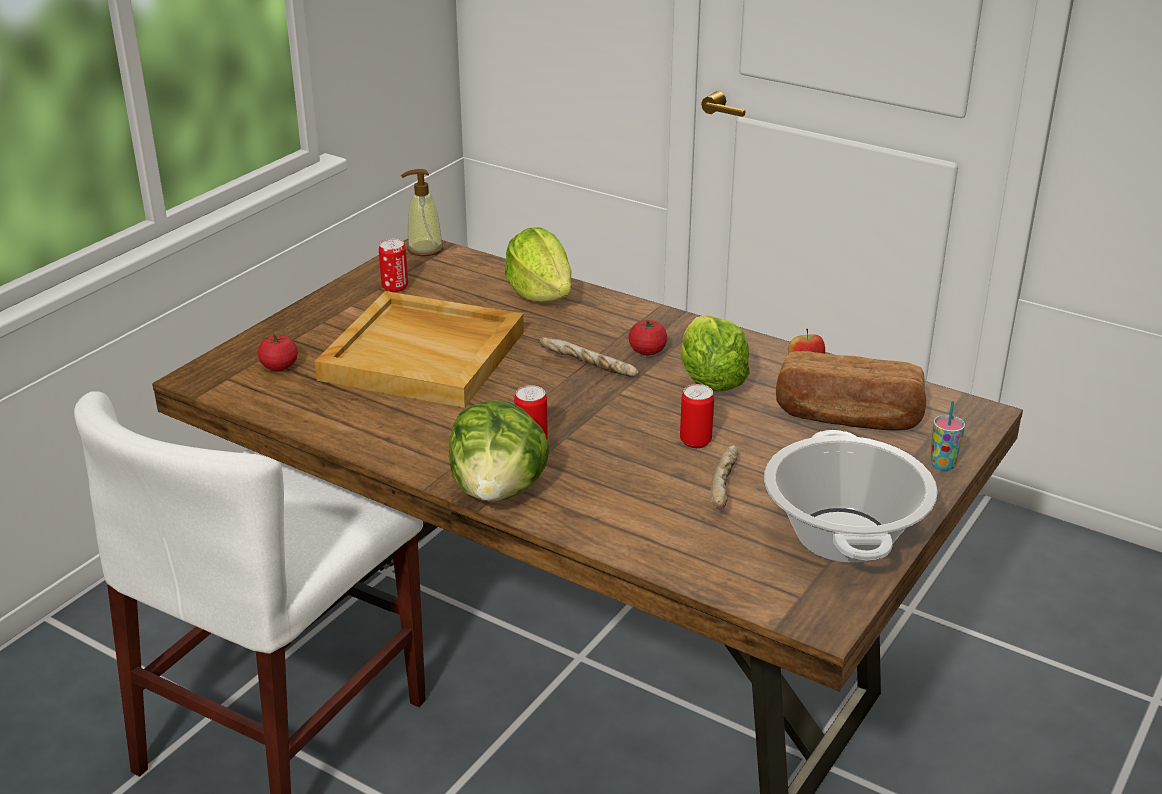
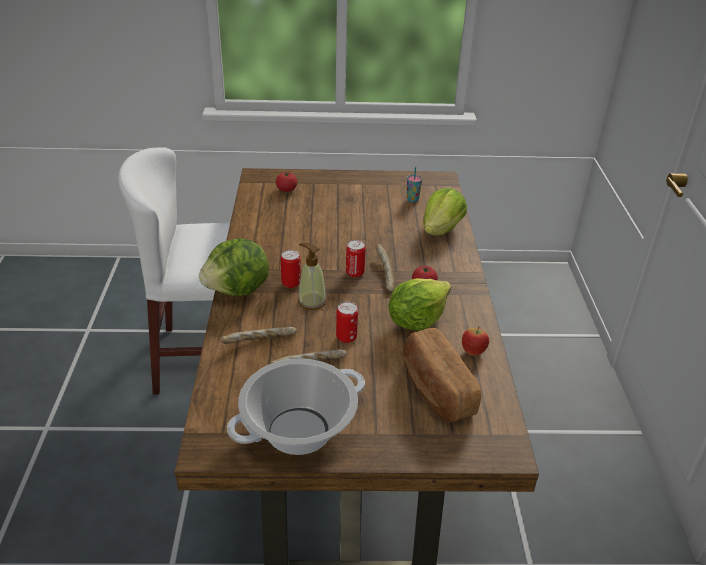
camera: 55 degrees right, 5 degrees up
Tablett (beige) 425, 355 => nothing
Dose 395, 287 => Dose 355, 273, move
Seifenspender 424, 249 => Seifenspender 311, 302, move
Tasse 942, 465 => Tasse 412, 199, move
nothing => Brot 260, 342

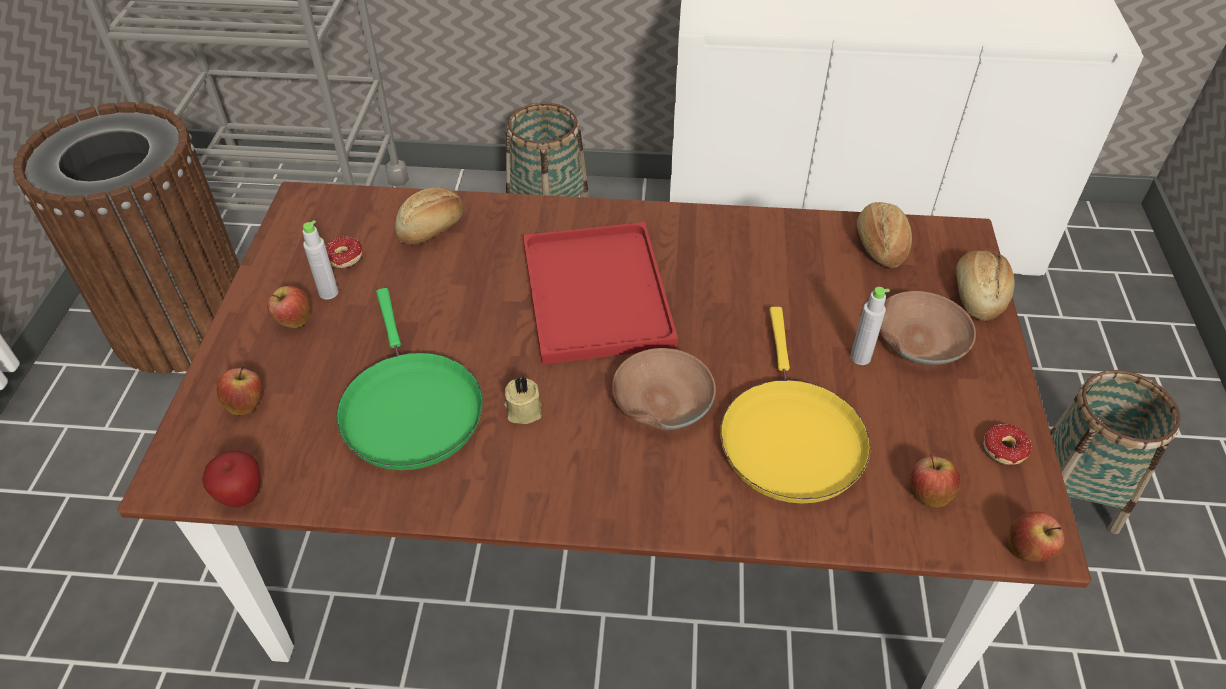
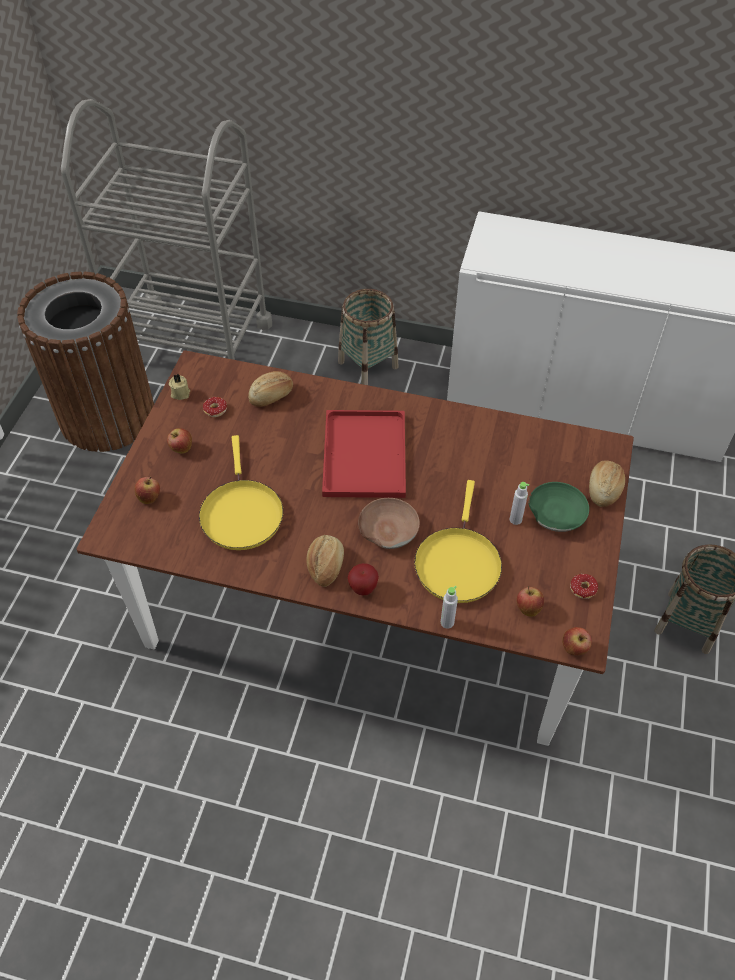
camera: 10 degrees right, 5 degrees up
Apfel 242, 496 => Apfel 363, 588, move
Flasche (grau) 328, 293 => Flasche (grau) 447, 622, move
Pfanne (grün) 409, 408 => Pfanne (gelb) 241, 513
Kerze (beige) 523, 410 => Kerze (beige) 180, 393, move
Brot 879, 246 => Brot 325, 565, move
Schüssel (braun) 919, 339 => Schüssel (grün) 556, 512

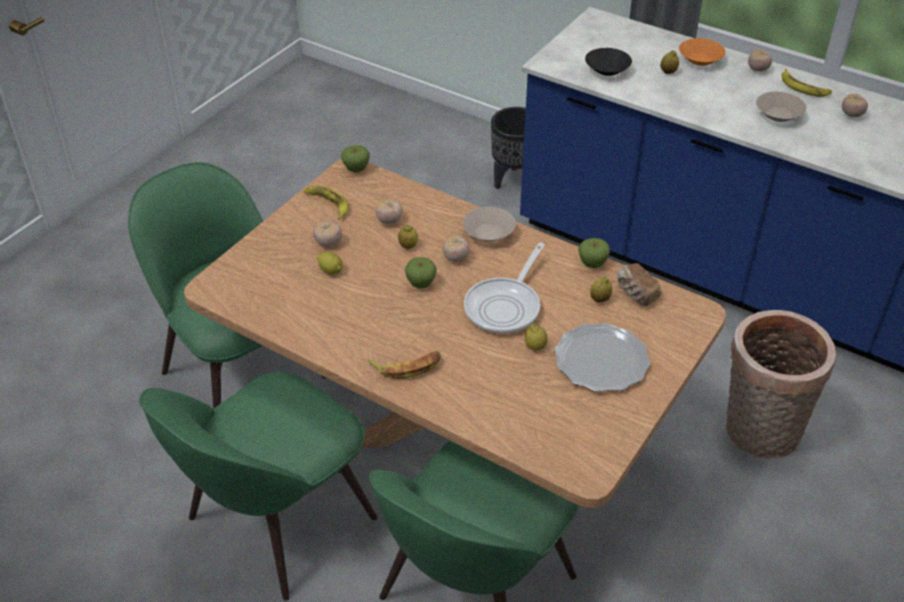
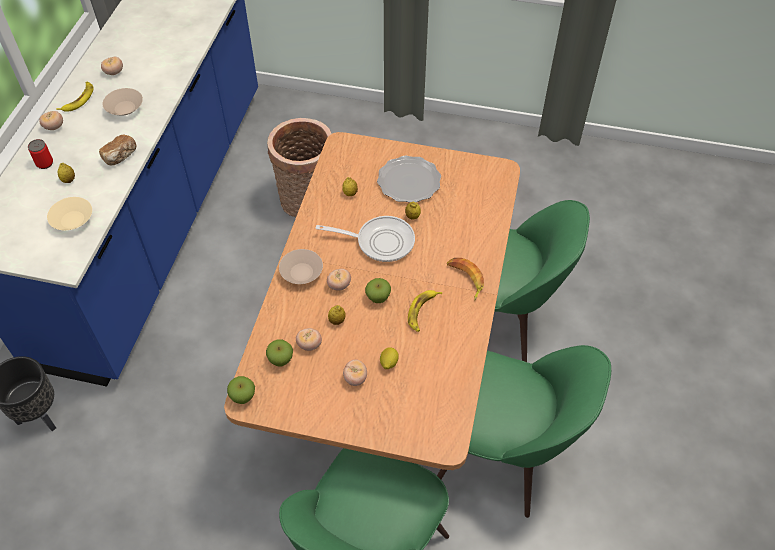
camera: 110 degrees left, 10 degrees up
Banane 328, 204 => Banane 422, 312, move
Apfel 592, 264 => Apfel 281, 360, move
Schüssel (schwarz) 607, 70 => Schüssel (beige) 72, 220
Brot 635, 293 => Brot 121, 156, move
Schüssel (orange) 699, 60 => Dose 44, 163

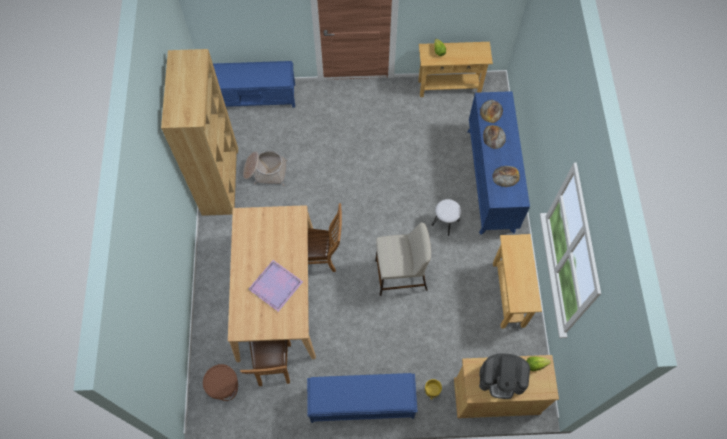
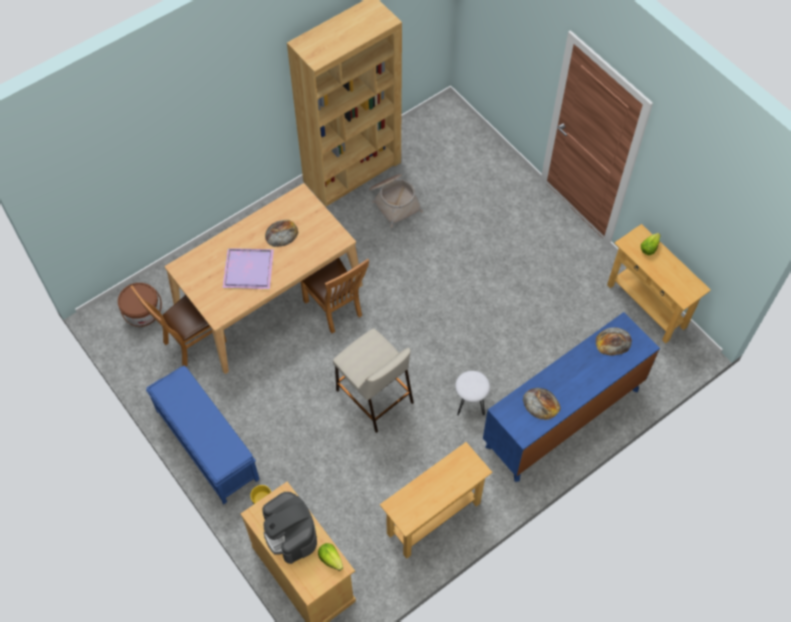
camera: 55 degrees right, 5 degrees down
Bank (blau) 253, 96 => nothing
Brot 494, 137 => Brot 281, 233, move

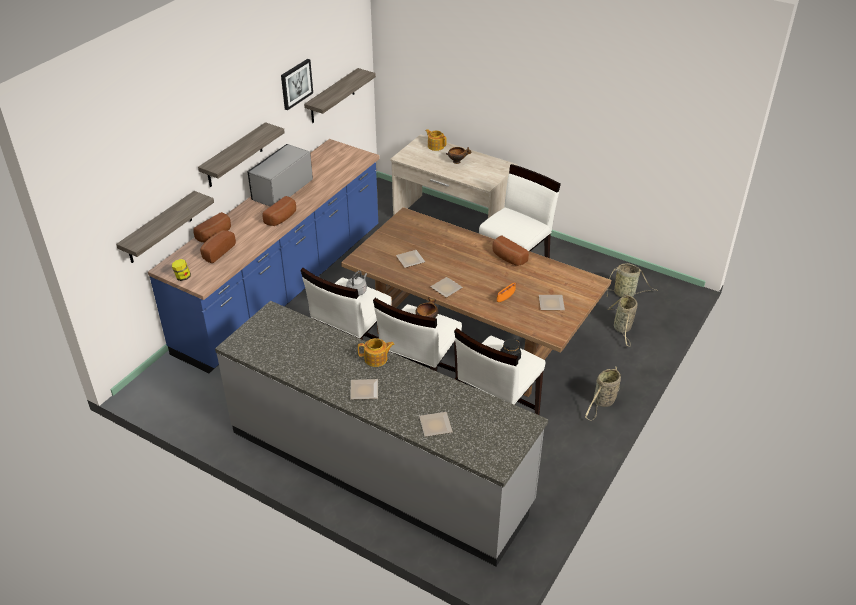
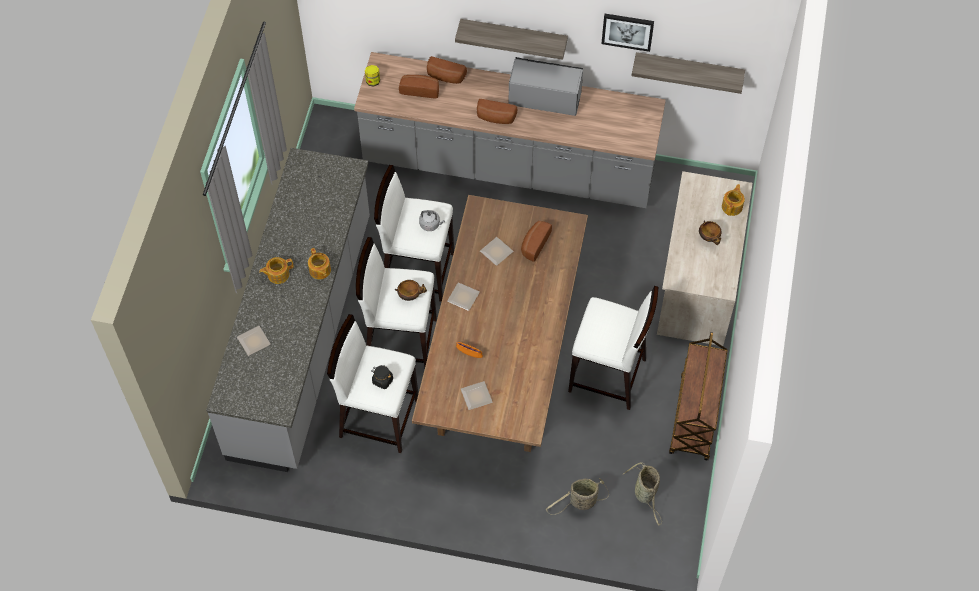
camera: 70 degrees right, 20 degrees up
Wandregal 159, 228 => nothing
Küchenzeile (blau) 283, 289 => Küchenzeile (grau) 509, 167
Teller 363, 390 => Teekanne 277, 274
Brot 507, 258 => Brot 534, 244, move
Korb 603, 402 => nothing
nothing => Rollwagen (braun) 694, 418

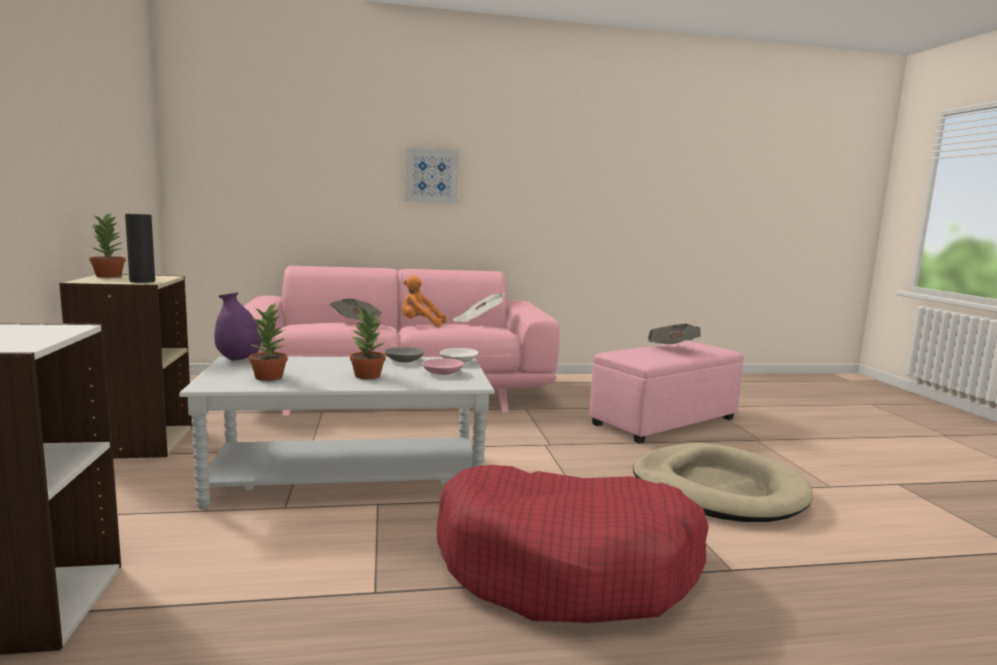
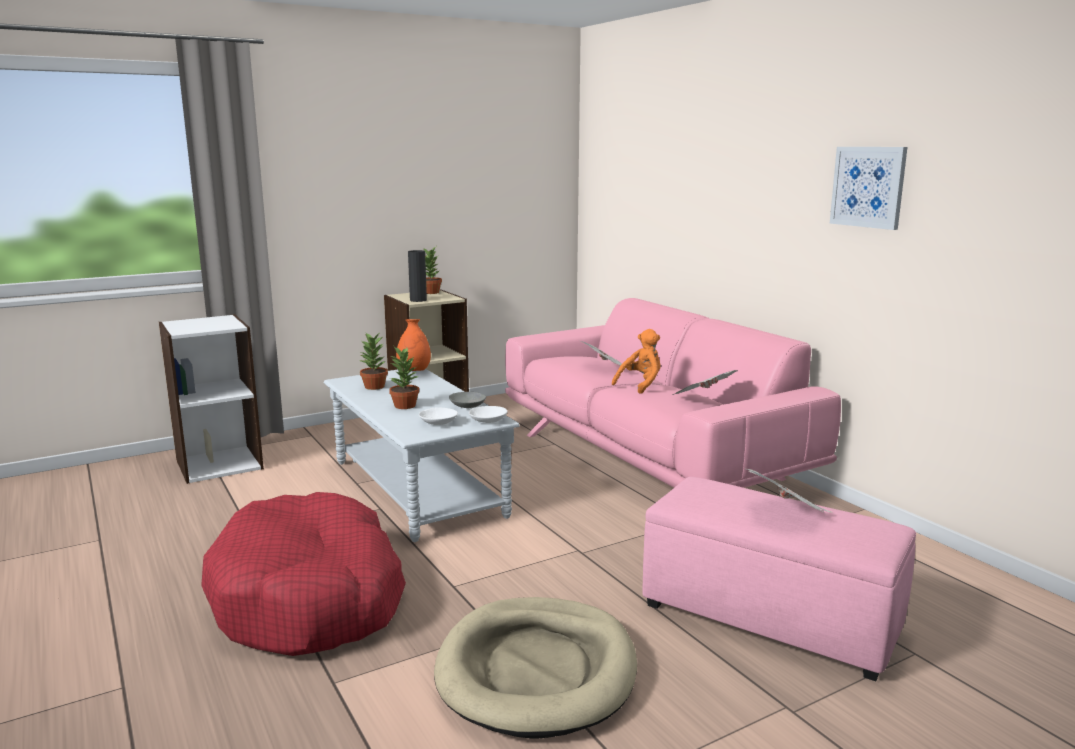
camera: 70 degrees right, 5 degrees up
Vase (lila) 239, 360 => Vase (orange) 414, 371
Plüschtier (orange) 420, 324 => Plüschtier (orange) 640, 385, 60 degrees clockwise
Bild 431, 176 => Bild 868, 187, move
Schüssel (rosa) 442, 373 => Schüssel (weiß) 438, 422

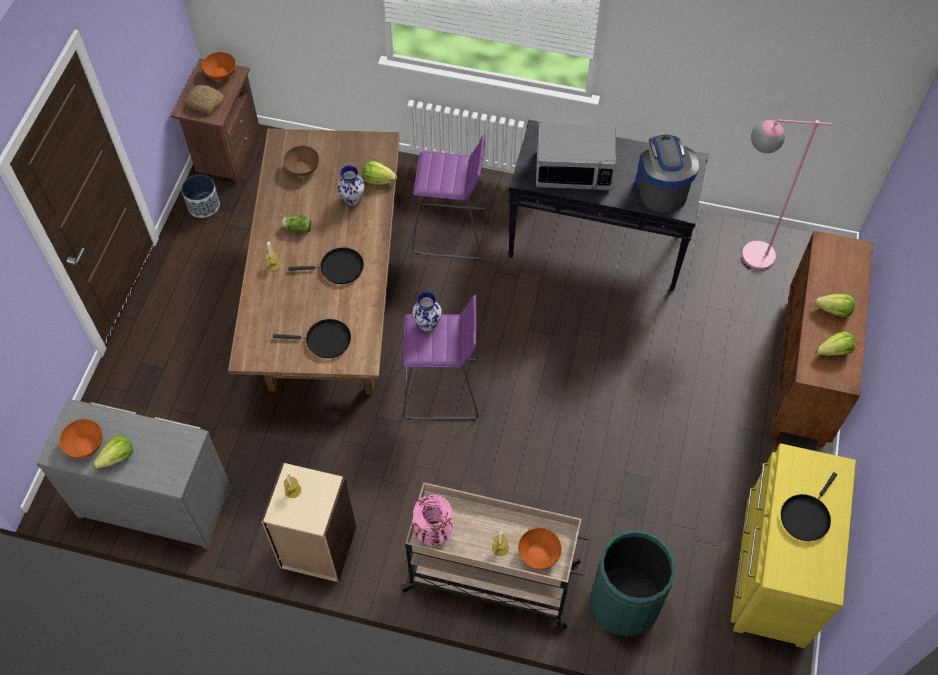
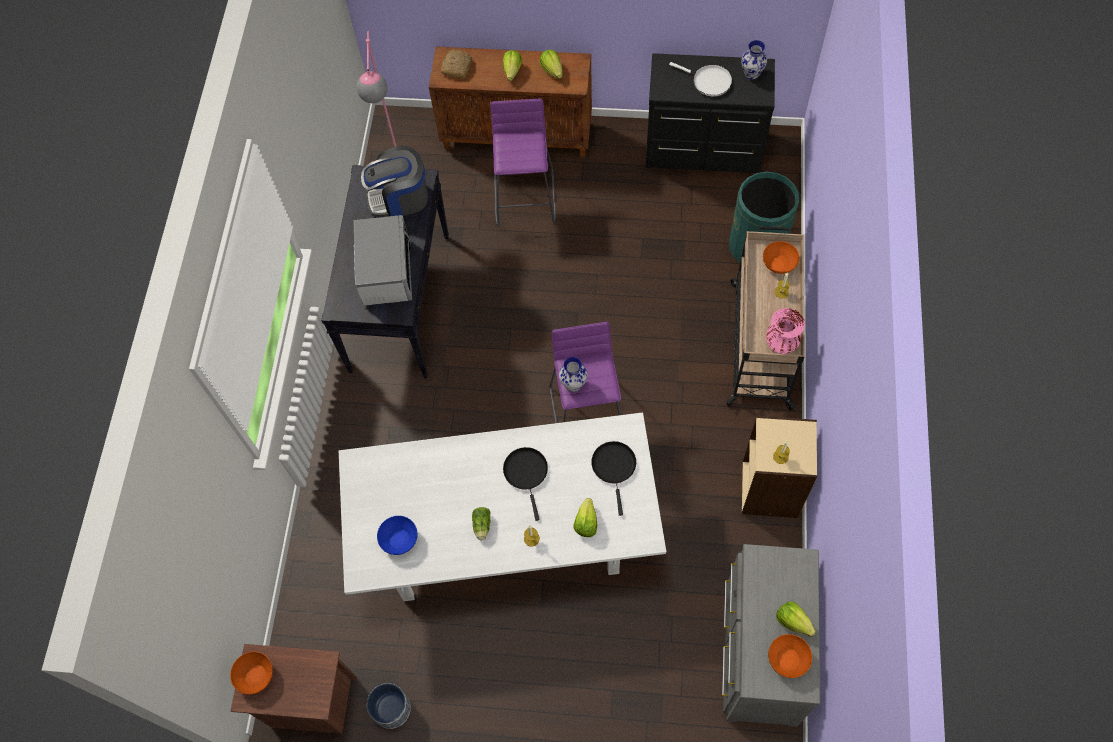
camera: 95 degrees left, 5 degrees up
Brot 206, 102 => Brot 457, 67, move
Esstisch (braun) 331, 305 => Esstisch (weiß) 508, 535
Schüssel (braun) 302, 168 => Schüssel (blau) 399, 539
Vase 353, 200 => Vase 752, 73, move
Salatkopf 378, 180 => Salatkopf 586, 523, move
Hocker (lila) 451, 232 => Hocker (lila) 525, 198, move
Kommode (gelb) 772, 571 => Kommode (schwarz) 704, 151
Pfanne (schwarz) 806, 516 => Pfanne (weiß) 709, 81

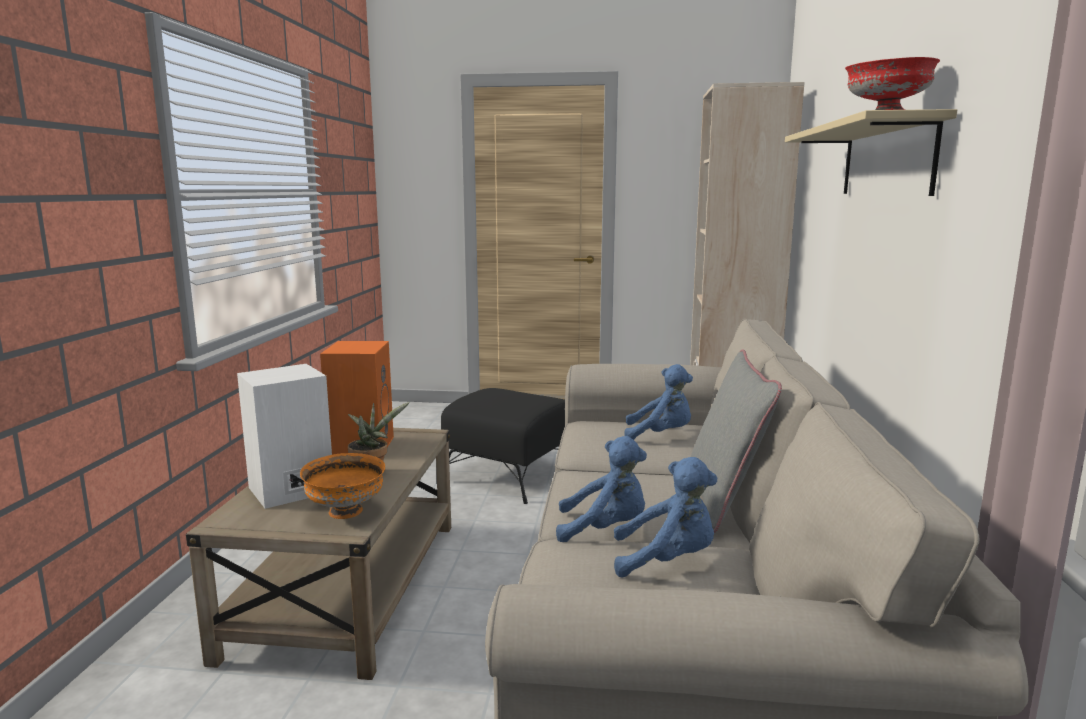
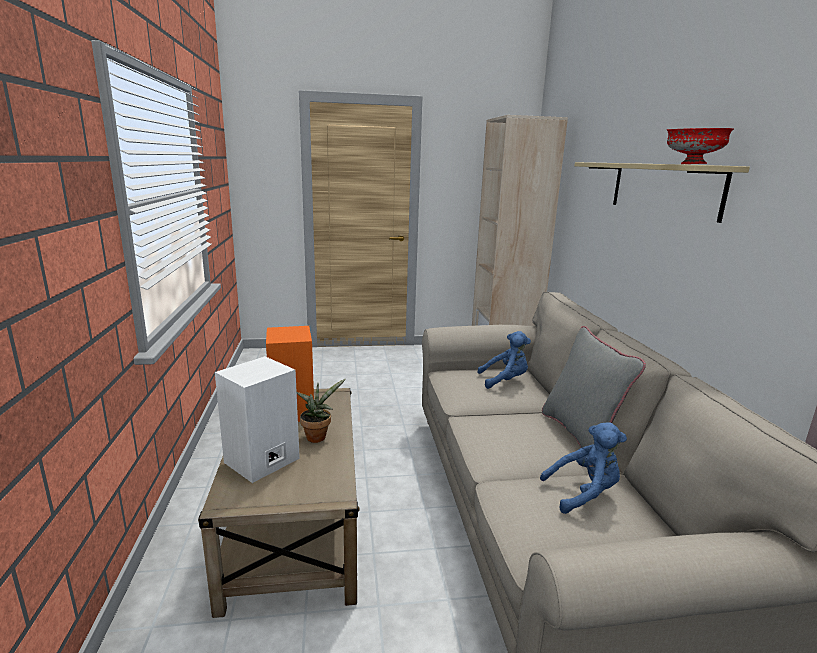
camera: 15 degrees left, 5 degrees up
Schüssel (orange) 347, 512 => nothing
Polsterhocker (schwarz) 510, 474 => nothing
Plüschtier (blau) 605, 529 => nothing

